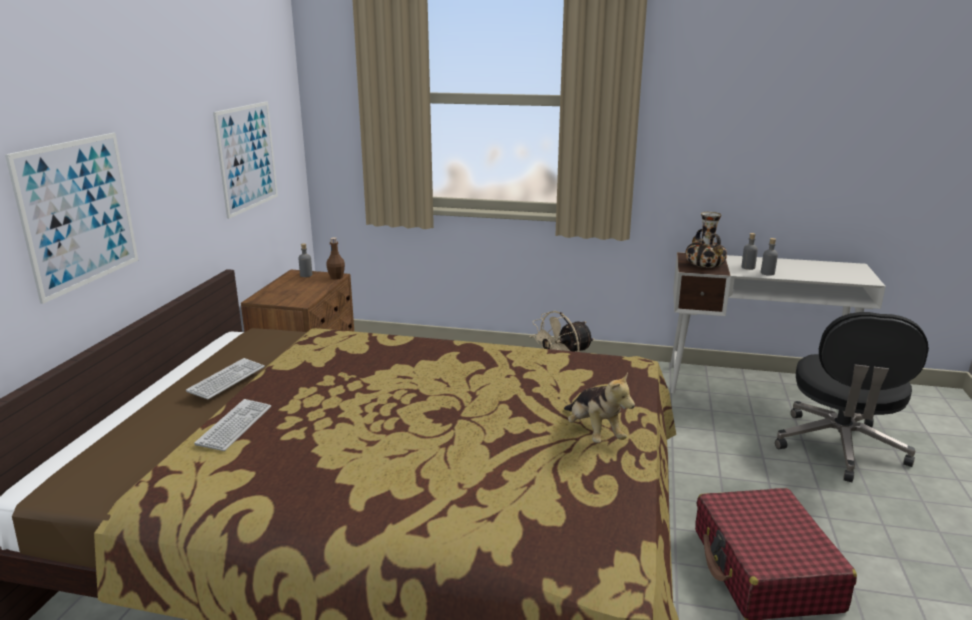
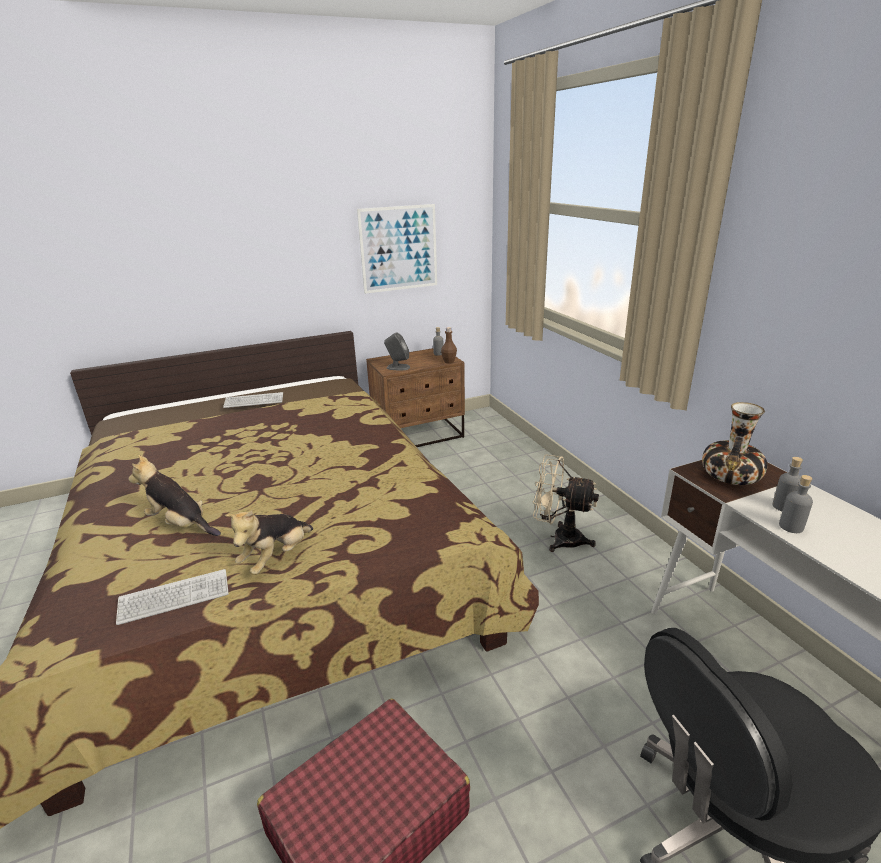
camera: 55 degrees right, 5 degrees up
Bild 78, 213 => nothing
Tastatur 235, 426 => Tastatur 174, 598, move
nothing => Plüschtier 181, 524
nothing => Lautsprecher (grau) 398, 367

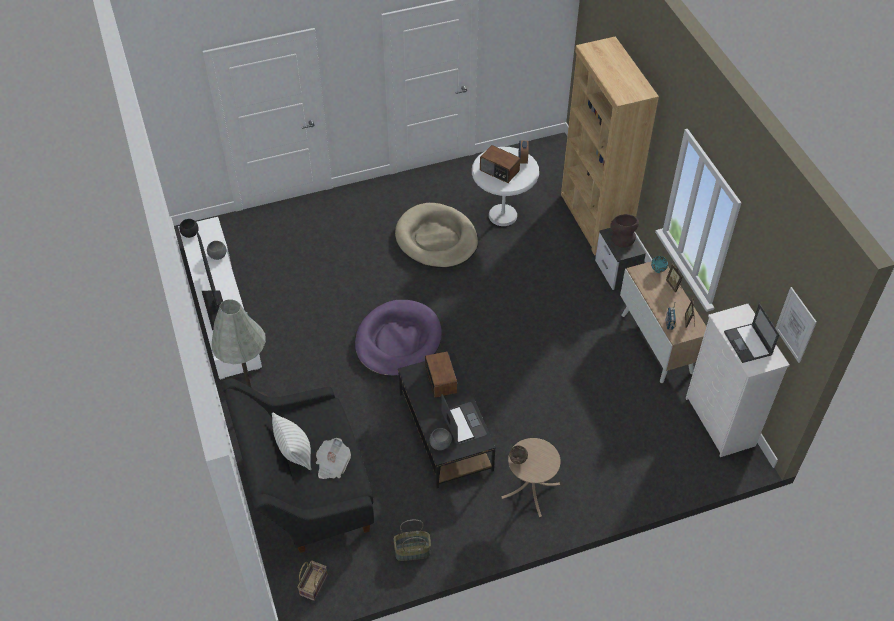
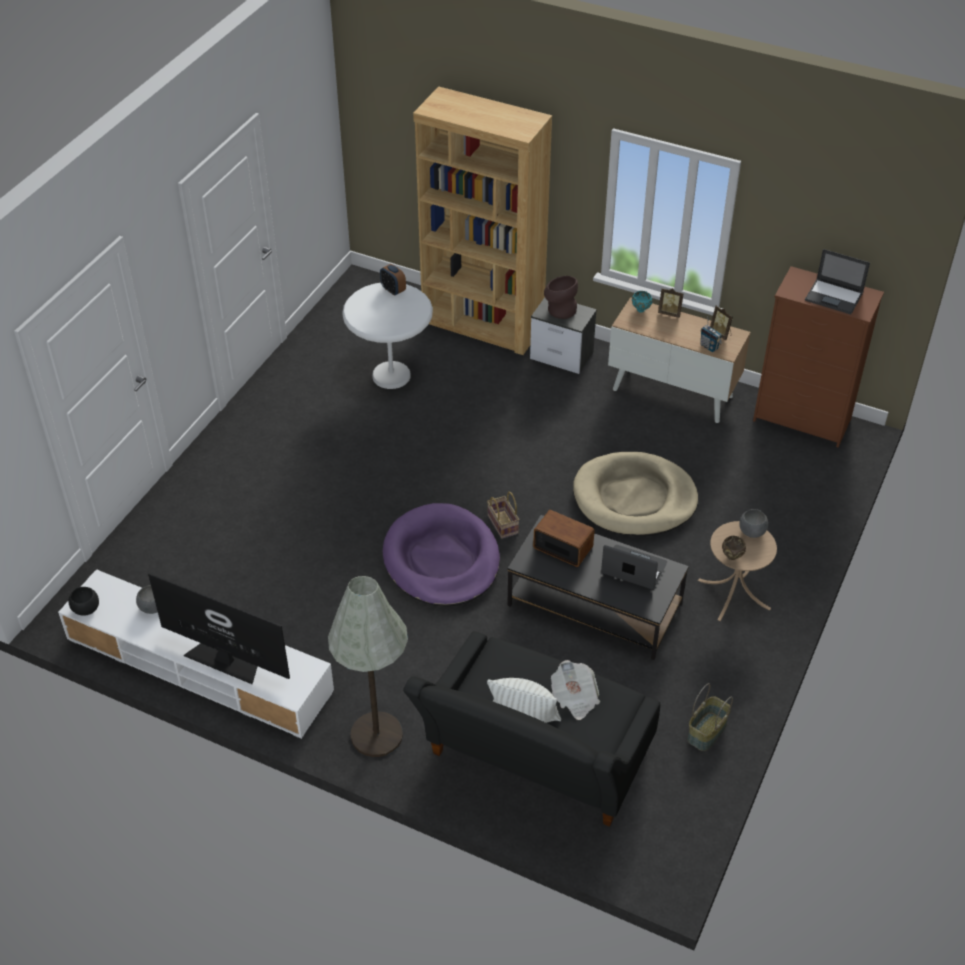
camera: 45 degrees left, 5 degrees down
Korb 313, 584 => Korb 501, 524, move
Hundebett (beige) 436, 239 => Hundebett (beige) 634, 498, move
Schüssel (grau) 440, 444 => Schüssel (grau) 752, 531, move
Radio 499, 171 => nothing
Kommode (weiß) 719, 422 => Kommode (braun) 802, 420
Bild 795, 325 => nothing

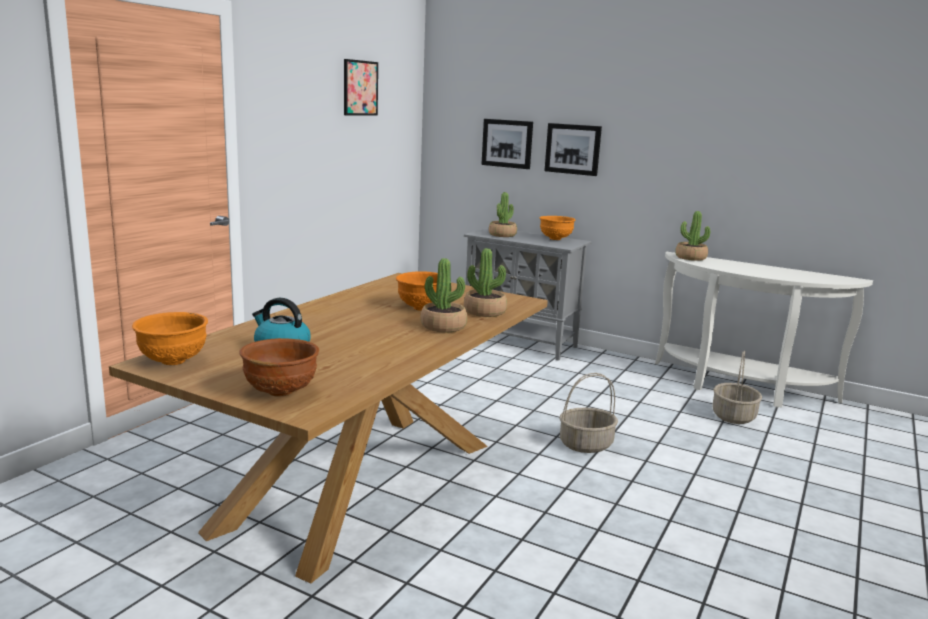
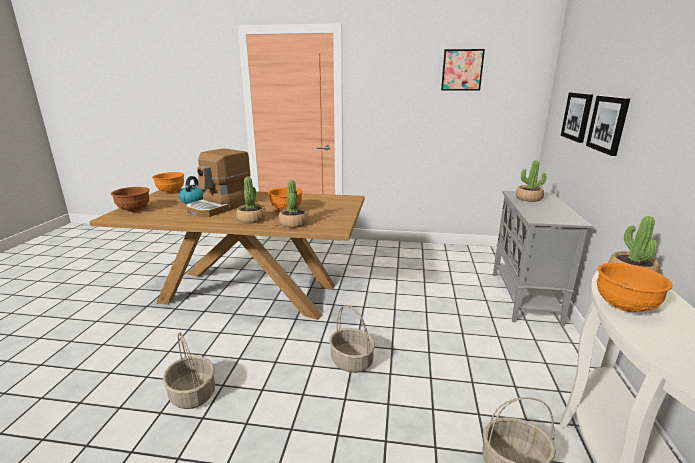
camera: 70 degrees right, 5 degrees up
Schüssel (orange) 555, 239 => Schüssel (orange) 625, 307, move
nothing => Korb 193, 394
nothing => Kaffeemaschine 220, 207

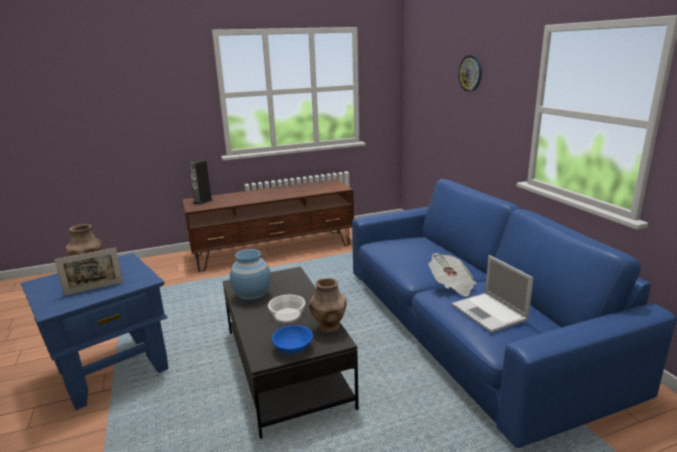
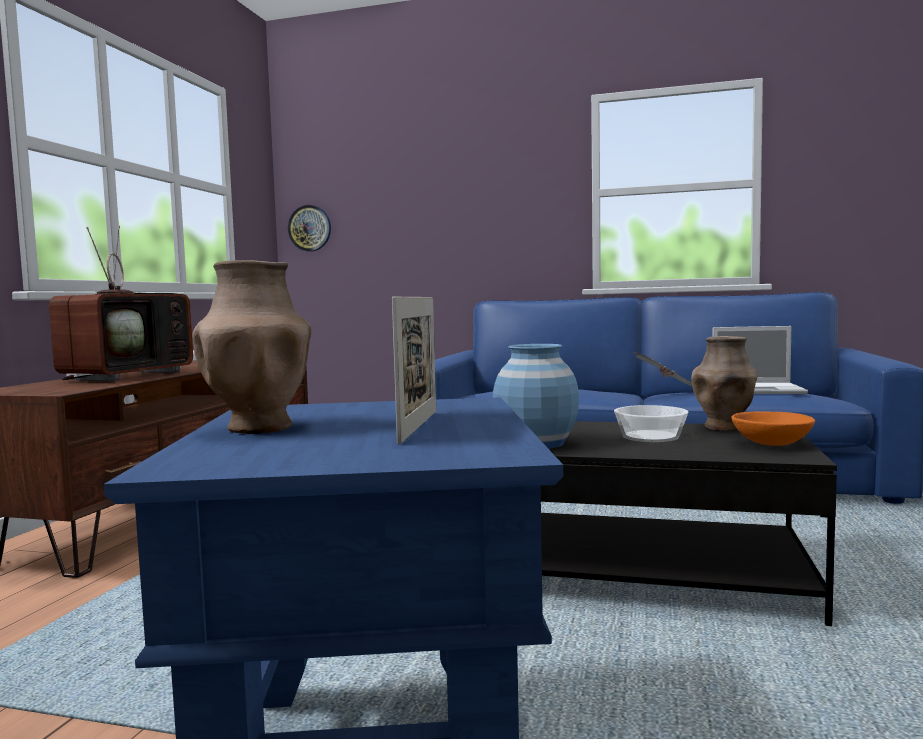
camera: 55 degrees left, 15 degrees down
Lautsprecher 203, 201 => nothing
Schüssel (blau) 293, 348 => Schüssel (orange) 771, 443
Wanduhr 470, 73 => Wanduhr 310, 228, move
nothing => Fernseher 128, 375

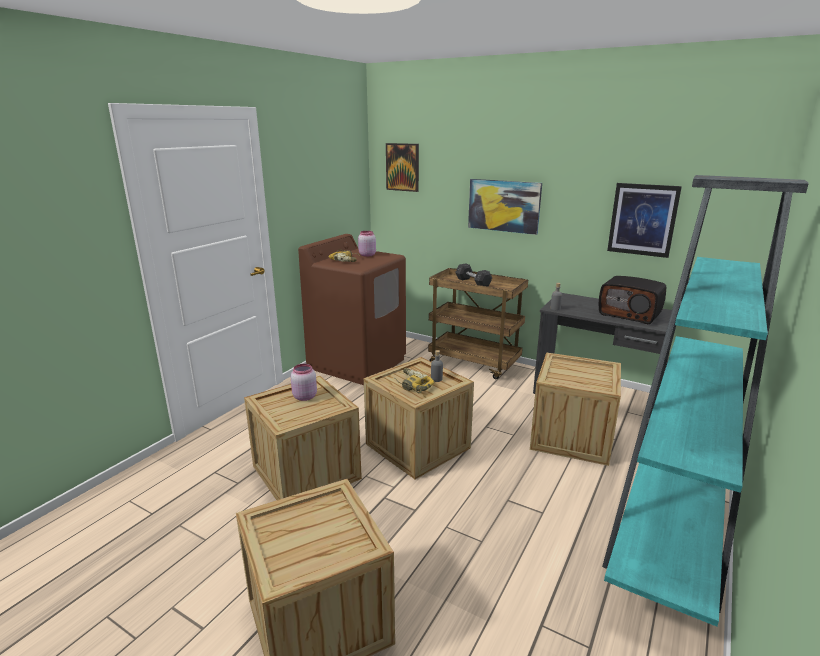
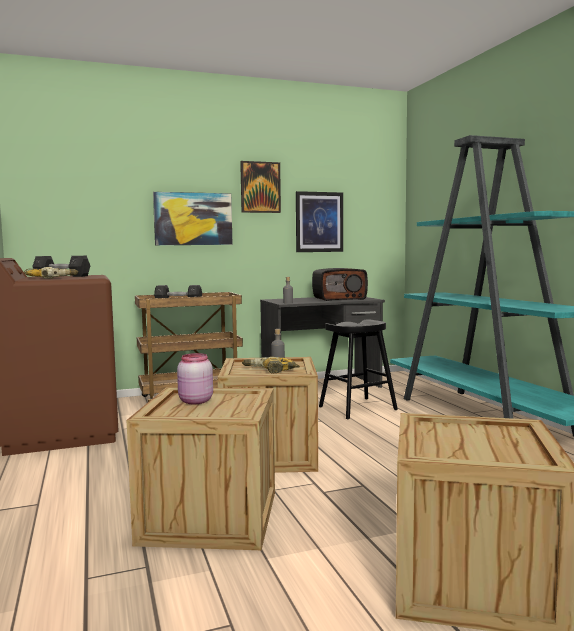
camera: 50 degrees left, 15 degrees down
Vorratsglas (rosa) 366, 255 => Hantel (grau) 62, 276
Bild 402, 167 => Bild 260, 187, move
Kiste 571, 437 => Hocker (schwarz) 357, 408

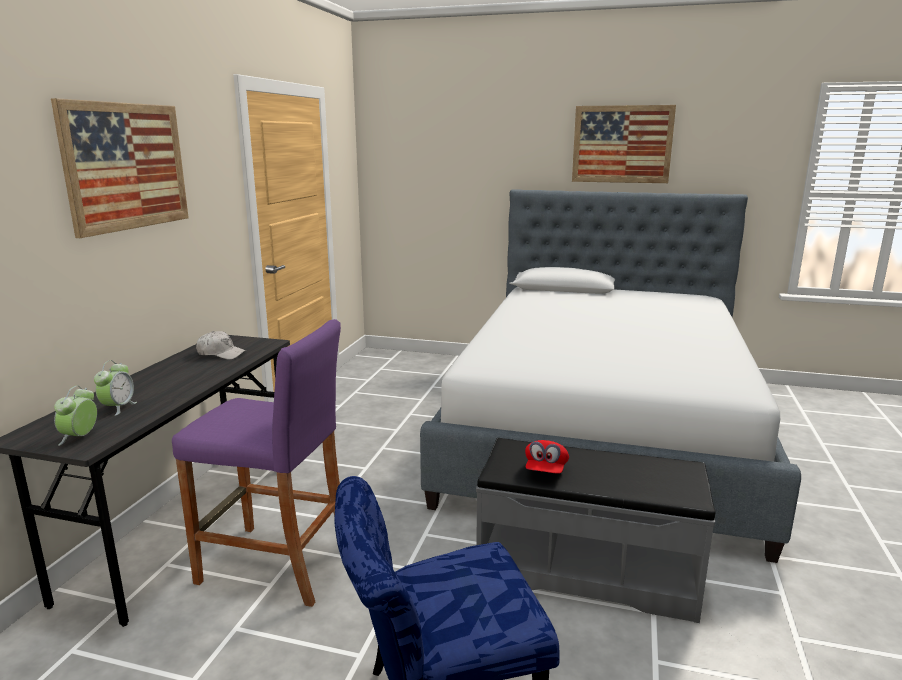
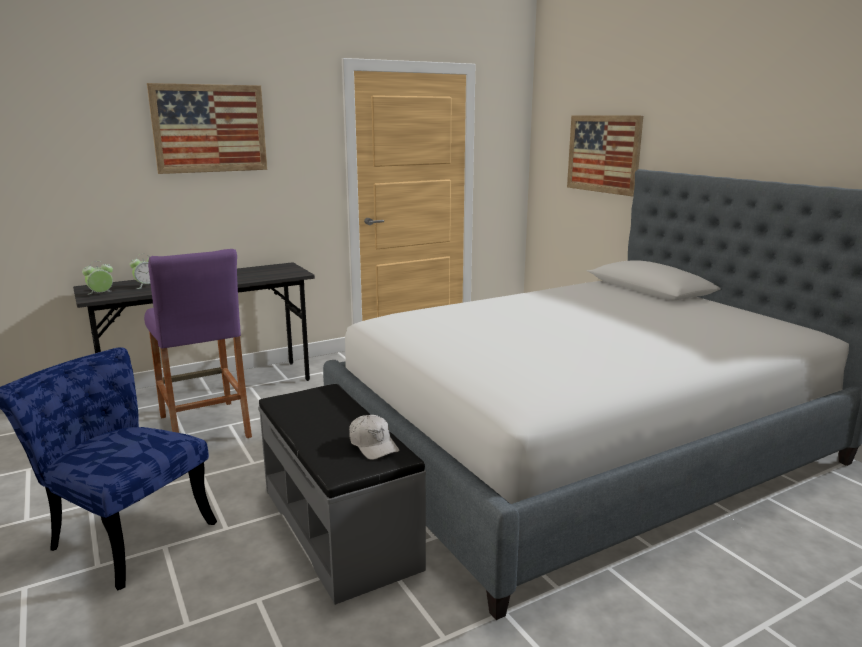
camera: 45 degrees right, 0 degrees up
Kappe (weiß) 221, 354 => Kappe (weiß) 373, 445, move
Kappe (rot) 545, 470 => nothing
Bild 622, 144 => Bild 603, 154, move

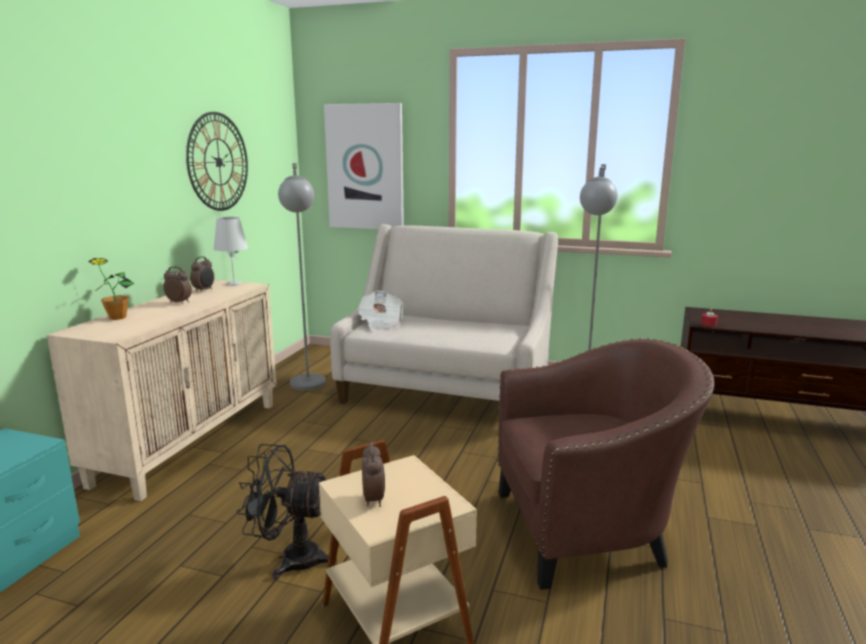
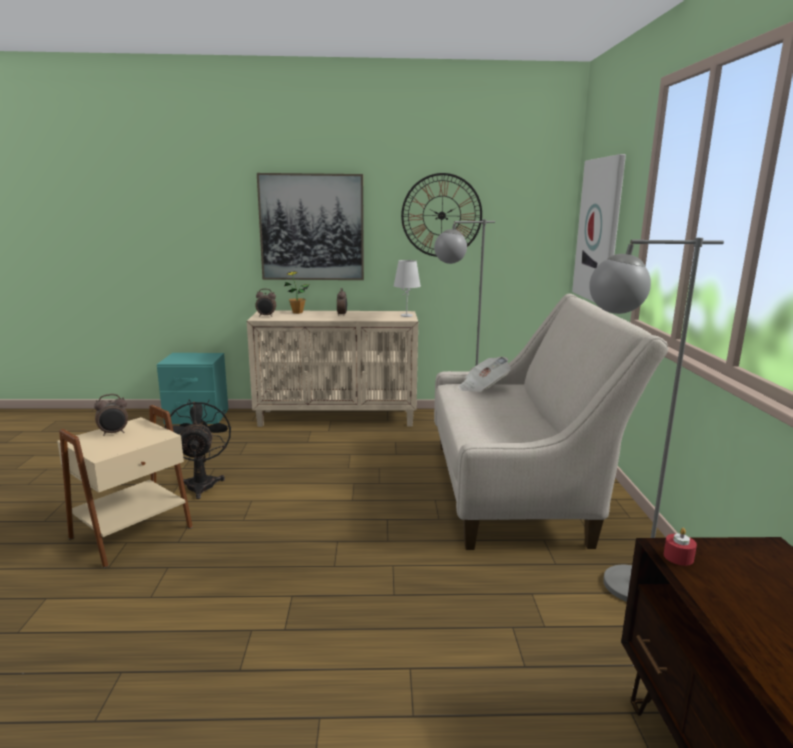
camera: 70 degrees right, 0 degrees up
Wecker 204, 290 => Wecker 266, 316, move
Sessel (braun) 589, 531 => nothing
nothing => Bild 312, 227

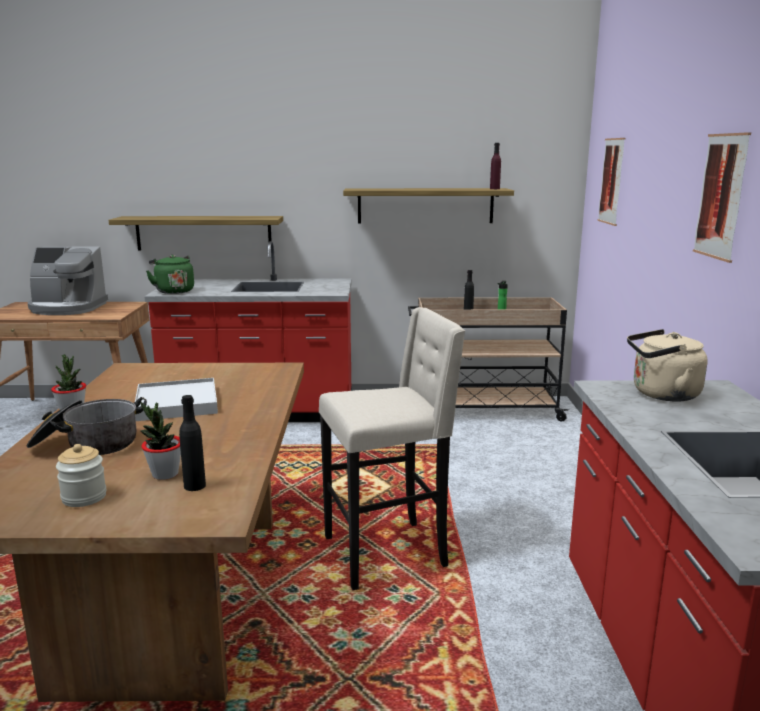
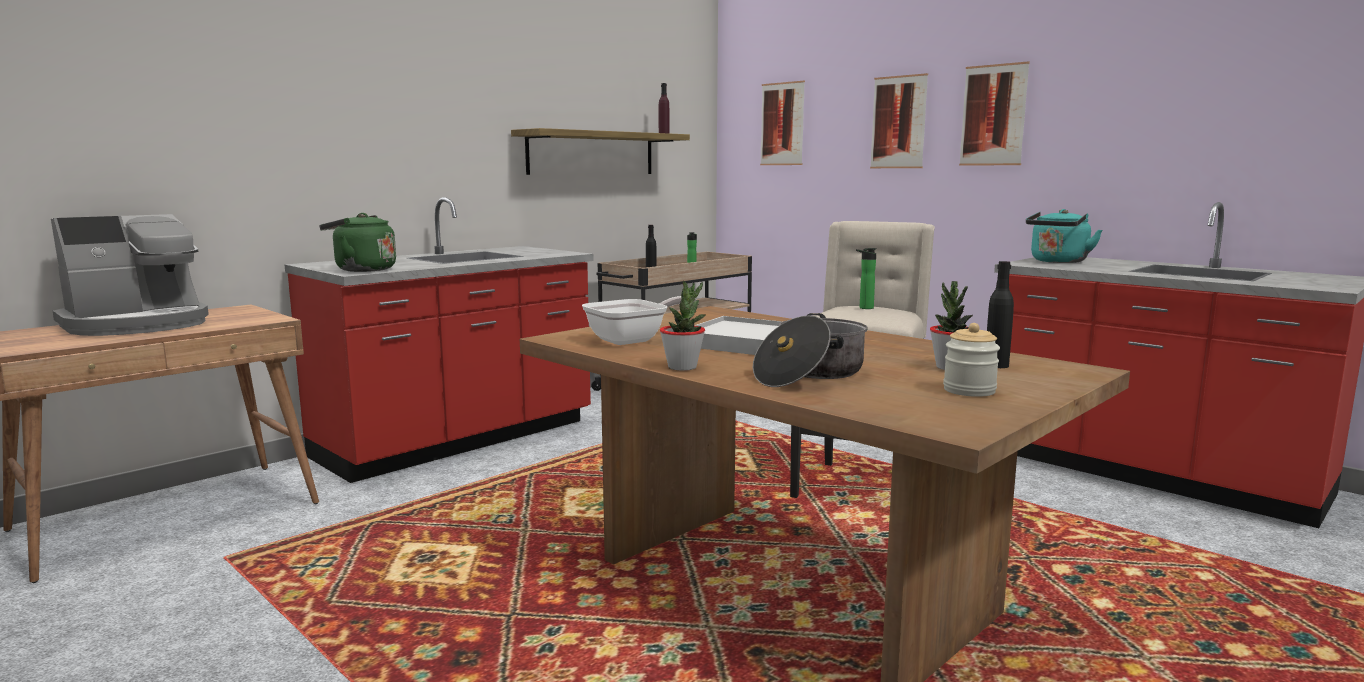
camera: 45 degrees left, 5 degrees down
Wandregal 203, 233 => nothing
Wasserkessel (beige) 661, 394 => Wasserkessel (türkis) 1057, 262
nothing => Pfanne 633, 340
nothing => Flasche 864, 308
nothing => Bild 898, 122

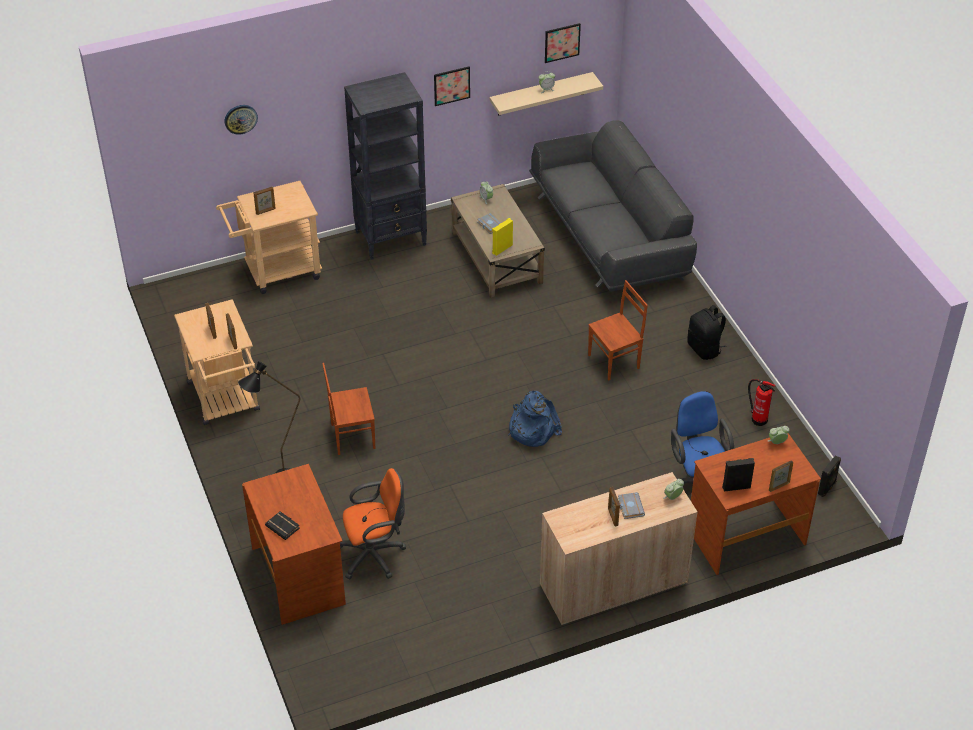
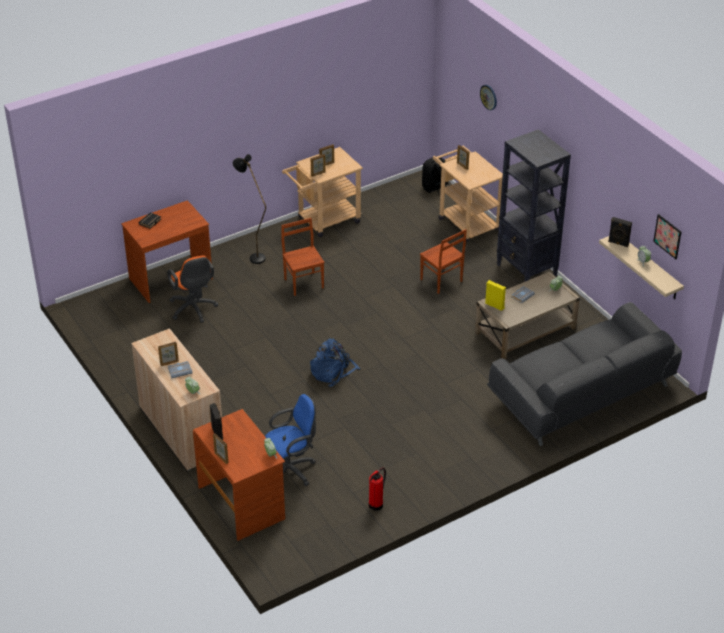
camera: 80 degrees right, 5 degrees down
Bild 451, 85 => nothing
Stuhl (braun) 615, 362 => Stuhl (braun) 441, 281, move
Rucksack (schwarz) 705, 349 => Rucksack (schwarz) 435, 188, move
Lautsprecher (schwarz) 827, 488 => Lautsprecher (schwarz) 618, 243, move

